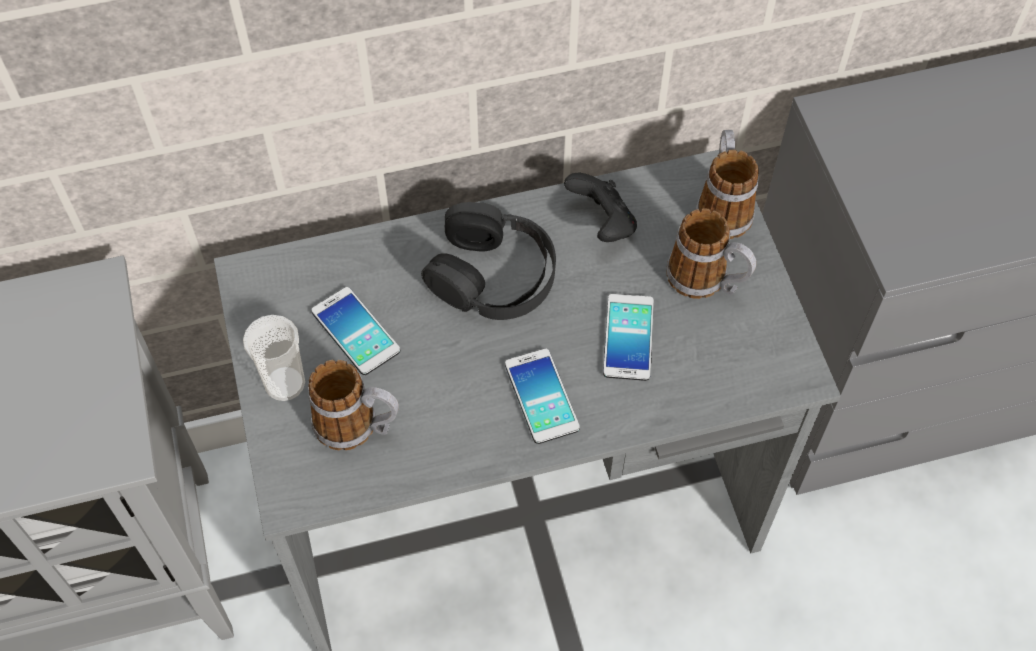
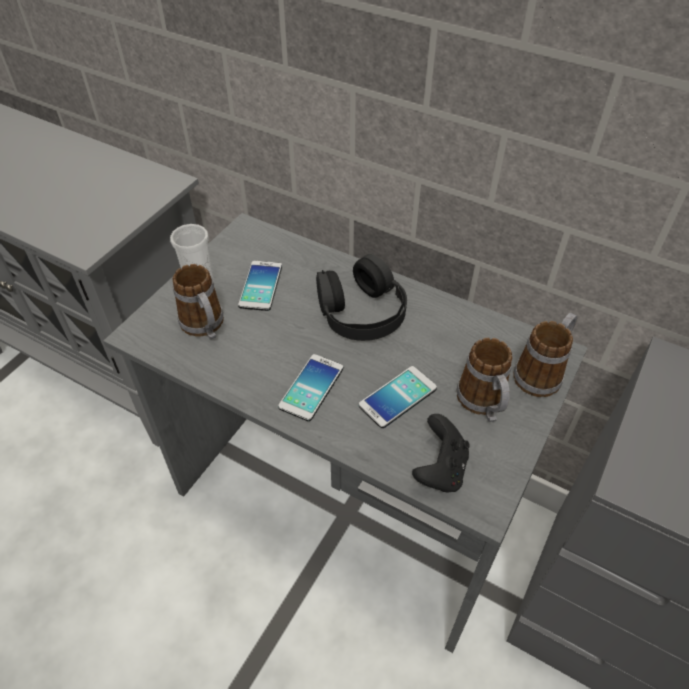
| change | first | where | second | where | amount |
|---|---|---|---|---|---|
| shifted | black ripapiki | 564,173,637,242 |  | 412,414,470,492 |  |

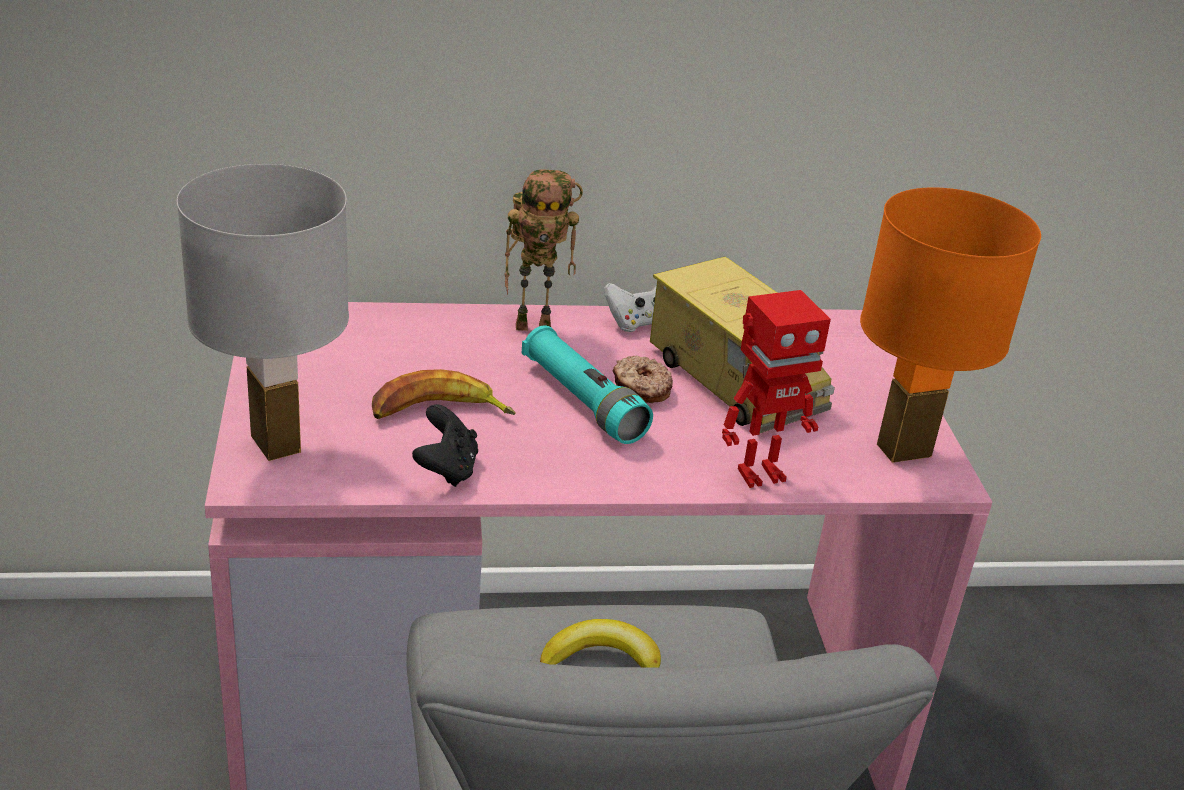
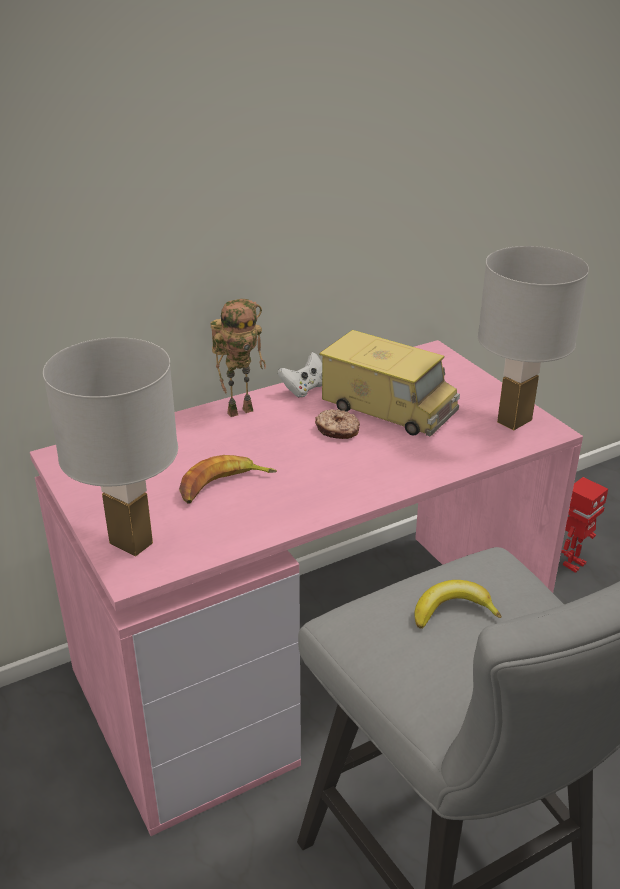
| change | first | where | second | where | amount |
|---|---|---|---|---|---|
| repainted | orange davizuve | 860,187,1041,463 | white davizuve | 478,246,589,430 |  |
| shifted | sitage | 722,290,831,488 |  | 561,477,608,573 |  |
| gone | black ripapiki | 412,404,478,487 |  |  |  |
| gone | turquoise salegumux | 522,326,653,444 |  |  |  |

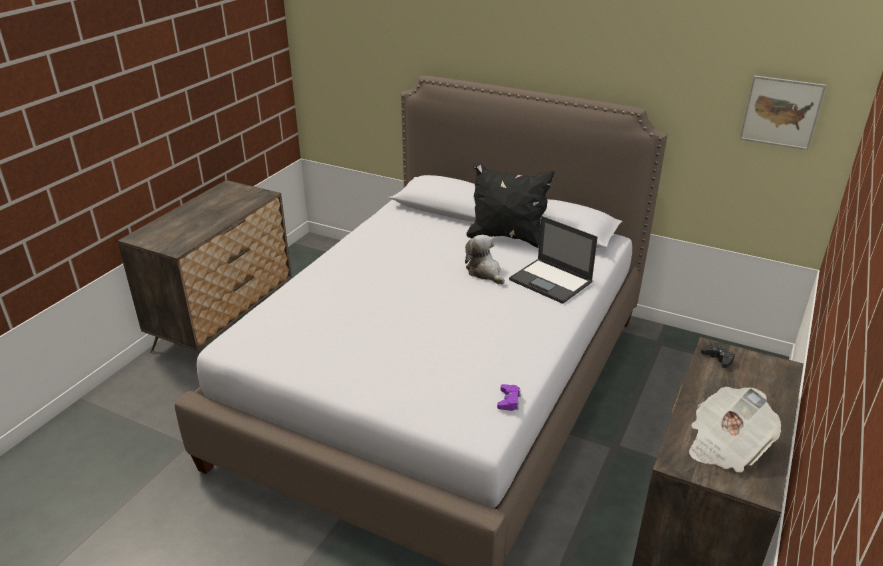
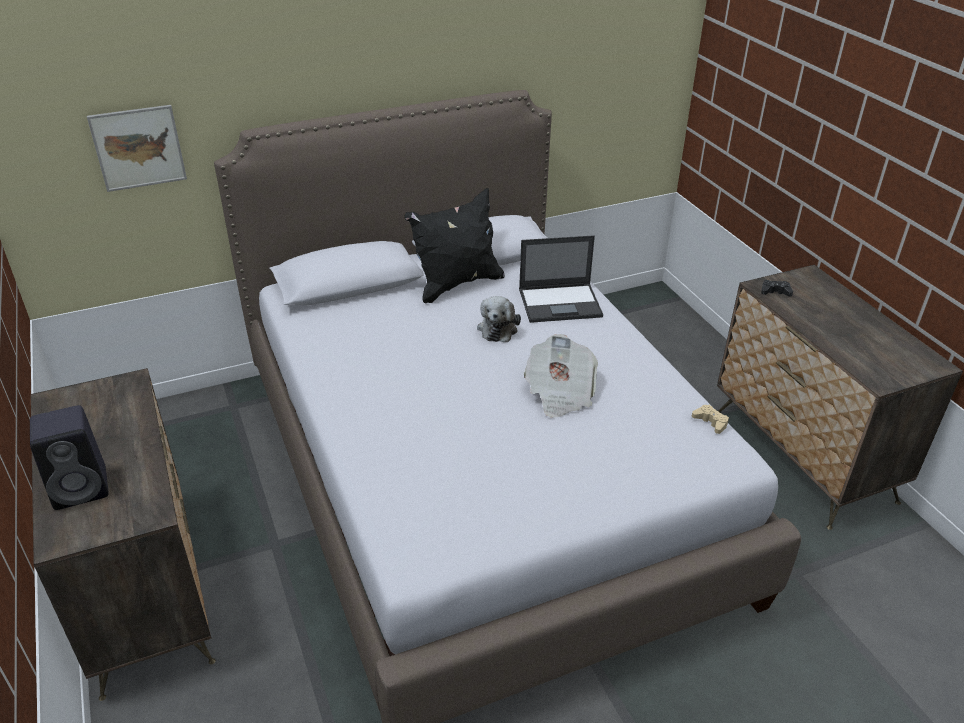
| change | first | where | second | where | amount |
|---|---|---|---|---|---|
| new |  |  | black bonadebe | 30,405,109,510 |  |
| shifted | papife | 740,75,826,150 |  | 87,105,187,192 |  |
| rotated | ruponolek | 465,235,505,285 |  | 477,296,521,342 | 90 degrees counterclockwise |
| shifted | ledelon | 689,387,781,473 |  | 524,334,598,418 |  |
| repainted | purple ripapiki | 497,384,520,411 | beige ripapiki | 692,405,729,434 |  |

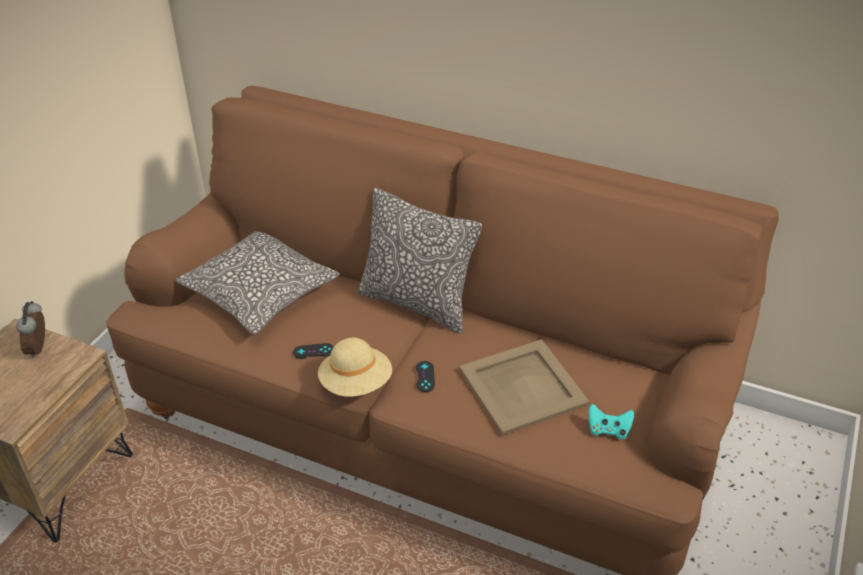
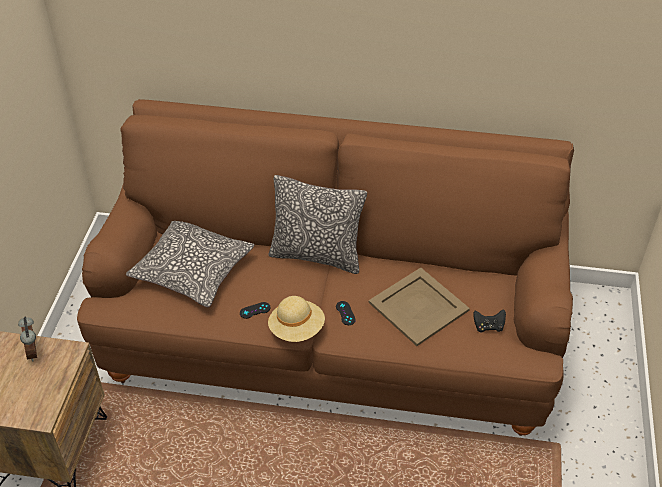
| change | first | where | second | where | amount |
|---|---|---|---|---|---|
| repainted | turquoise ripapiki | 589,404,634,439 | black ripapiki | 473,309,506,333 |  |

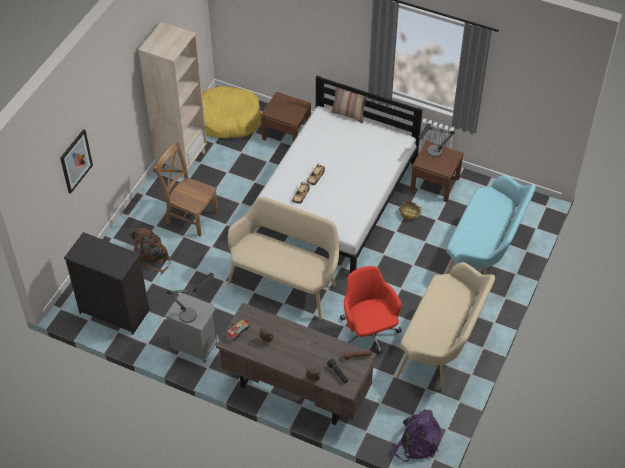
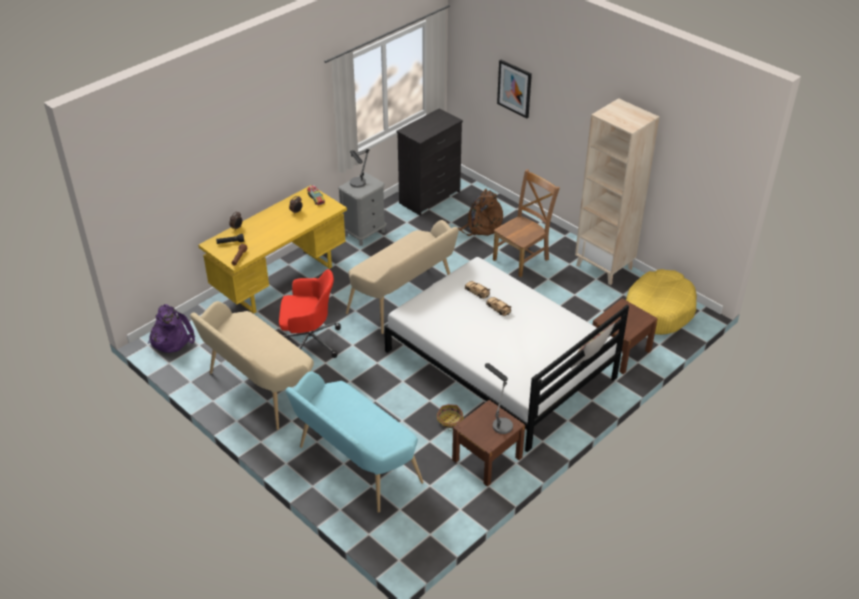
| change | first | where | second | where | amount |
|---|---|---|---|---|---|
| repainted | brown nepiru | 216,303,376,425 | yellow nepiru | 198,185,347,314 |  |

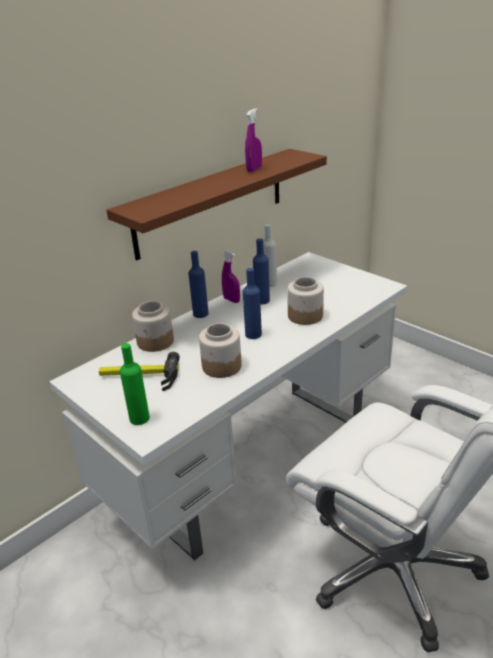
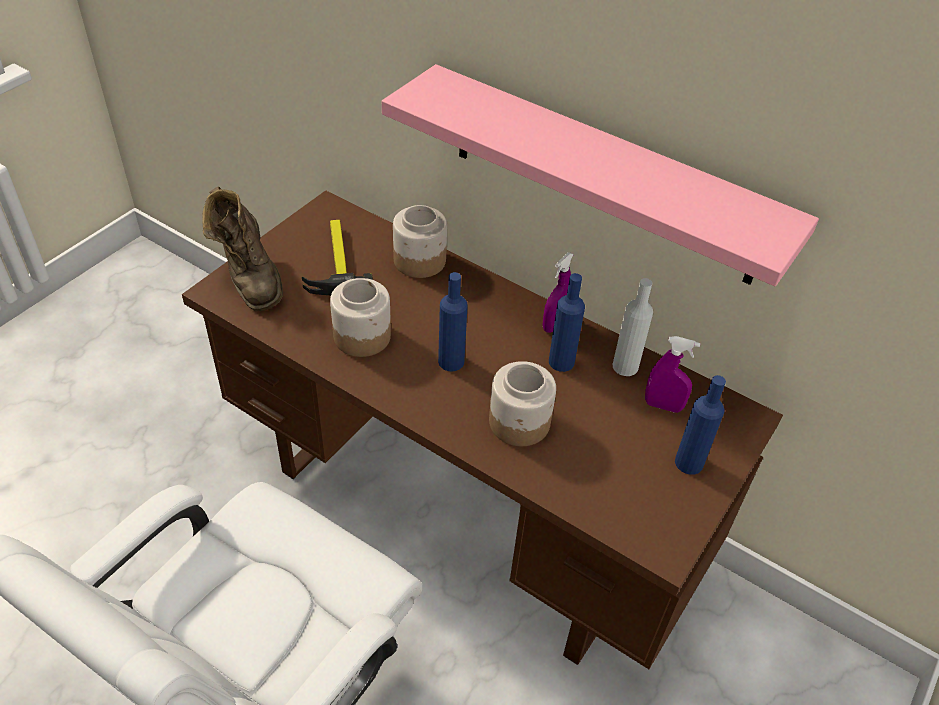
| change | first | where | second | where | amount |
|---|---|---|---|---|---|
| repainted | white nepiru | 49,252,407,561 | brown nepiru | 182,190,783,669 |  |
| swapped | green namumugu | 120,343,150,425 | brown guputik | 202,186,283,311 |  |
| repainted | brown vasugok | 107,149,327,260 | pink vasugok | 382,64,819,286 |  |
| shifted | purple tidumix | 245,108,262,172 |  | 645,336,701,413 |  |
| shifted | blue namumugu | 188,251,209,318 |  | 675,375,726,475 |  |

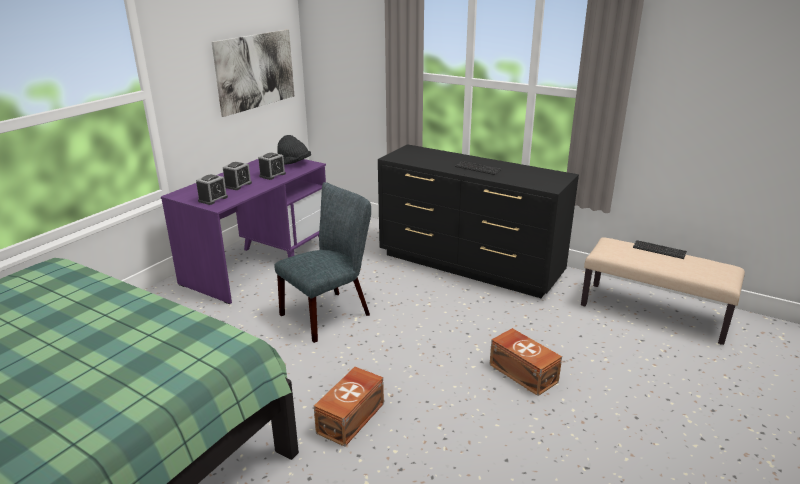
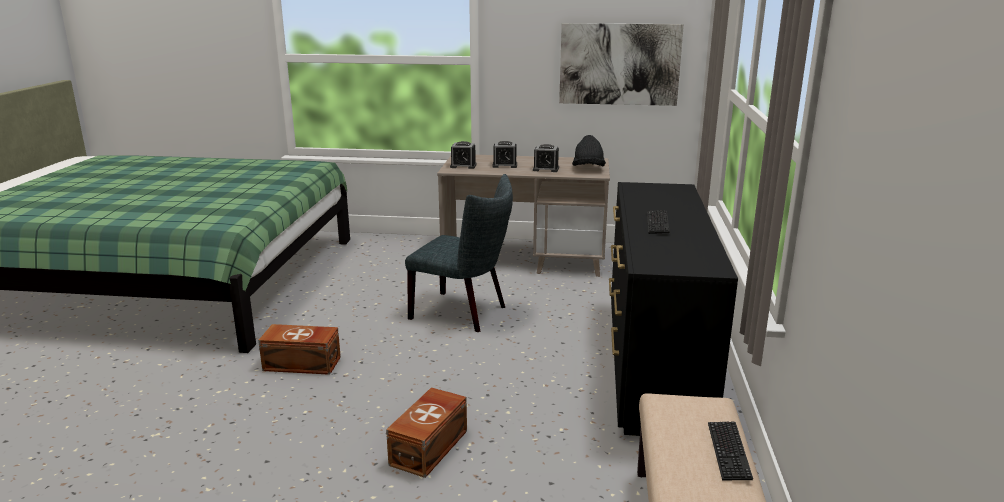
| change | first | where | second | where | amount |
|---|---|---|---|---|---|
| repainted | purple nepiru | 161,159,326,304 | beige nepiru | 437,155,610,277 |  |

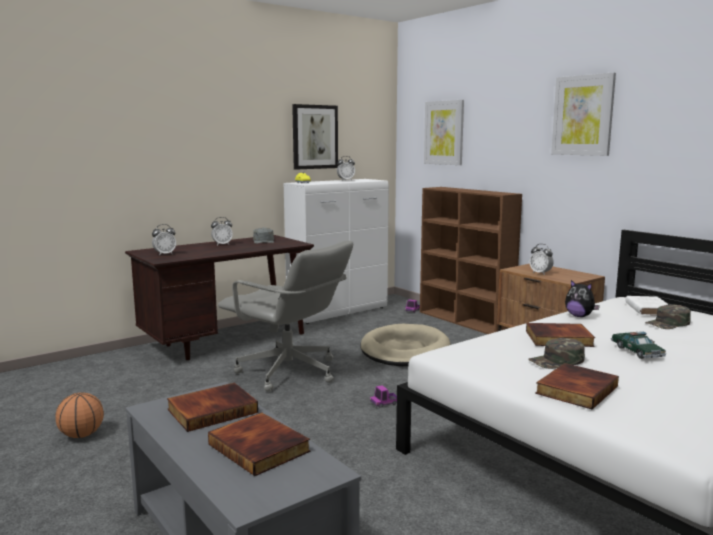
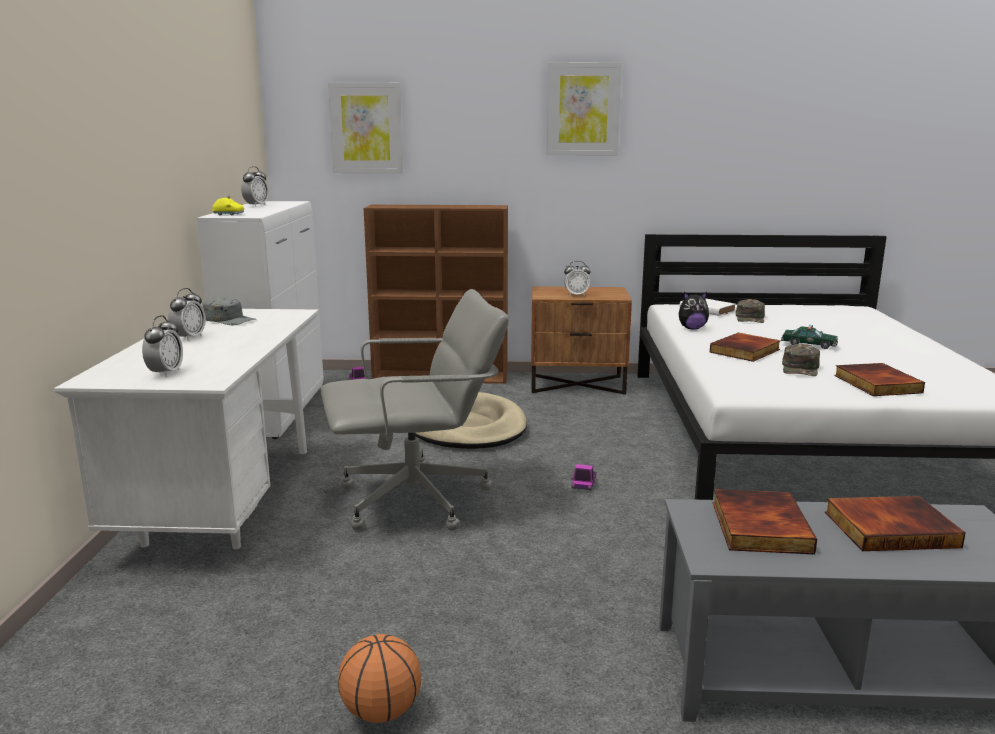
| change | first | where | second | where | amount |
|---|---|---|---|---|---|
| repainted | brown nepiru | 125,235,314,360 | white nepiru | 54,309,319,550 |  |
| gone | papife | 292,104,338,170 |  |  |  |

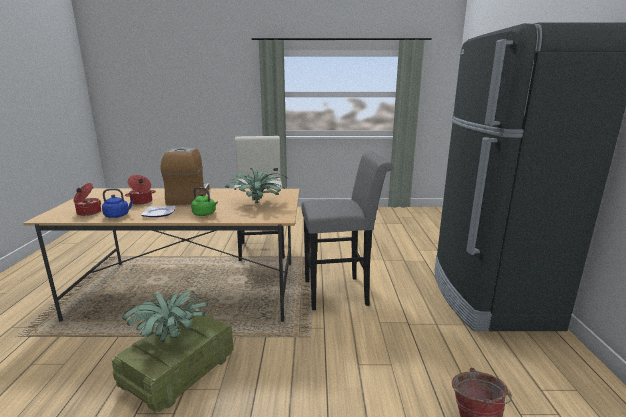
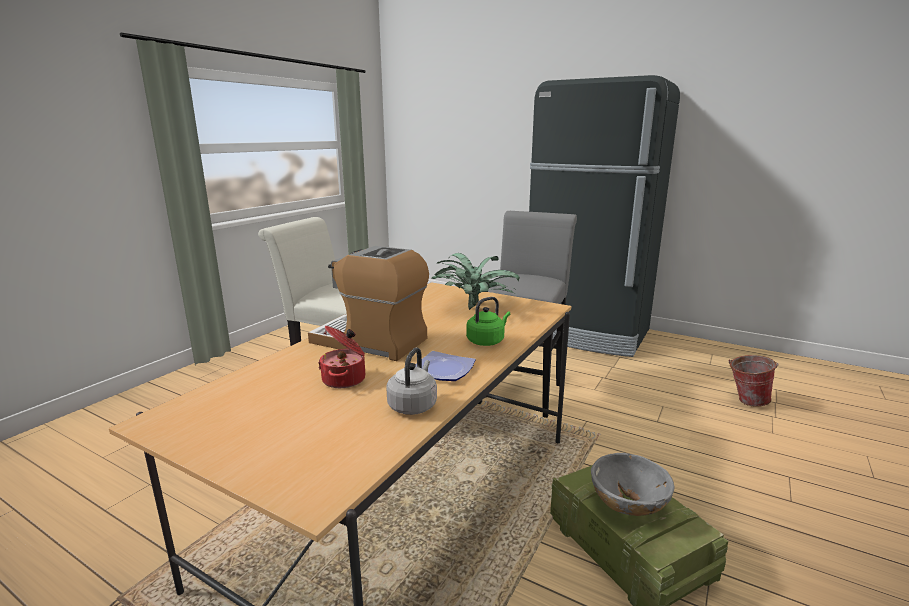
| change | first | where | second | where | amount |
|---|---|---|---|---|---|
| repainted | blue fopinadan | 102,188,134,218 | grey fopinadan | 386,347,437,415 |  |
| swapped | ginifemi | 122,291,208,342 | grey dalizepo | 591,453,675,516 |  |
| gone | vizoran | 73,183,101,216 |  |  |  |

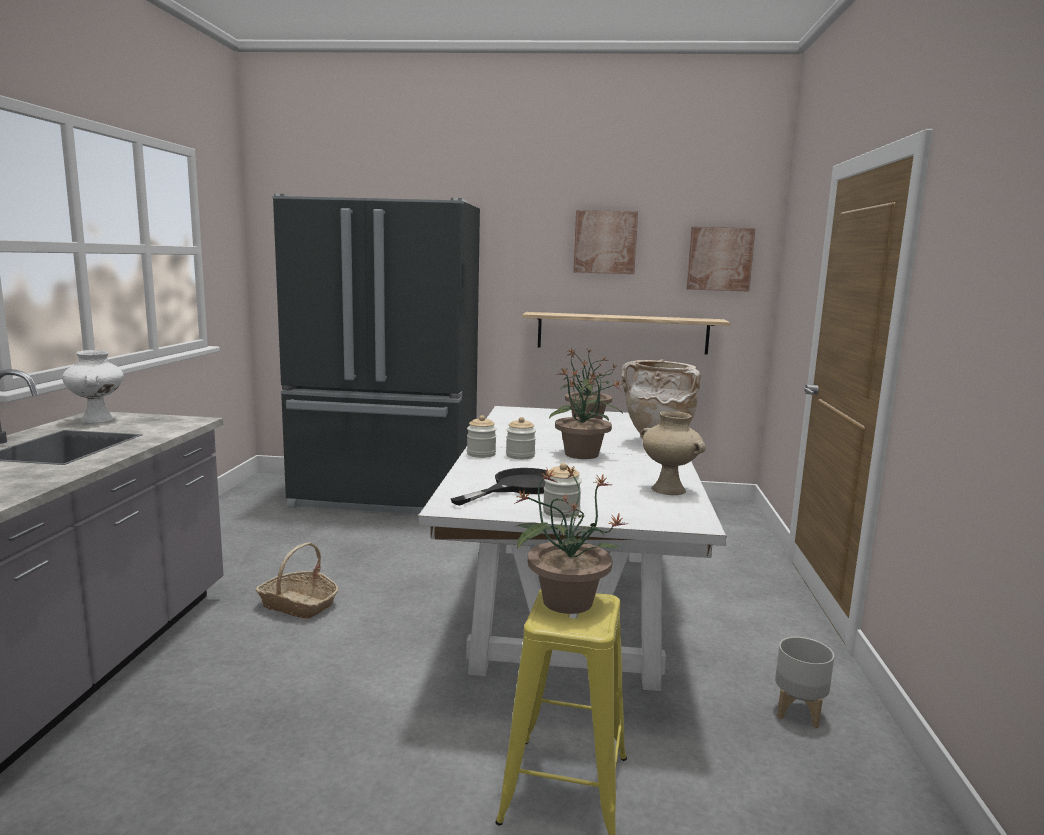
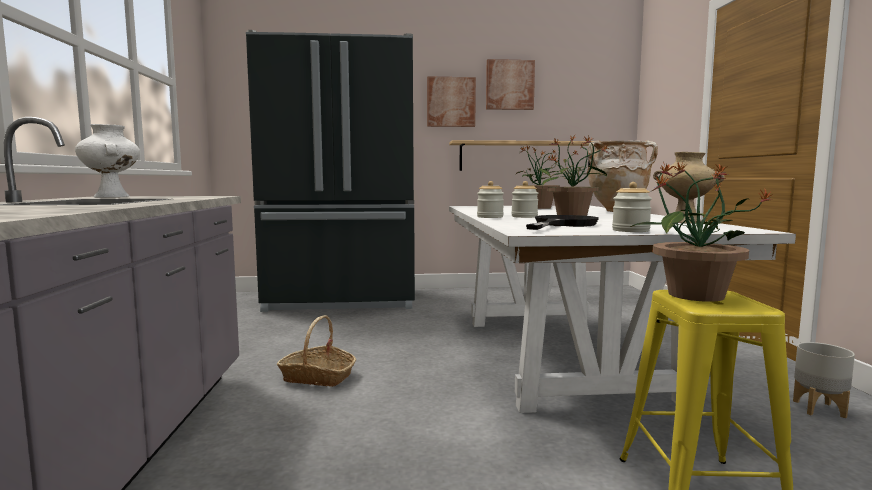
| change | first | where | second | where | amount |
|---|---|---|---|---|---|
| shifted | papife | 686,227,755,292 |  | 427,76,476,127 |  |

